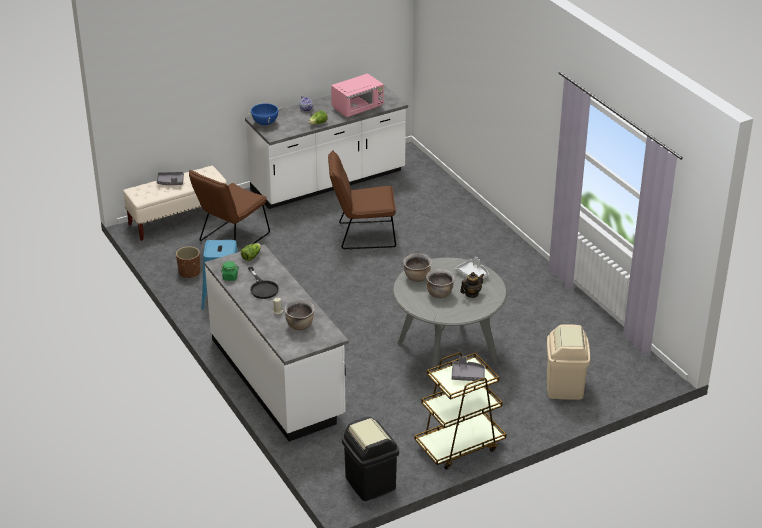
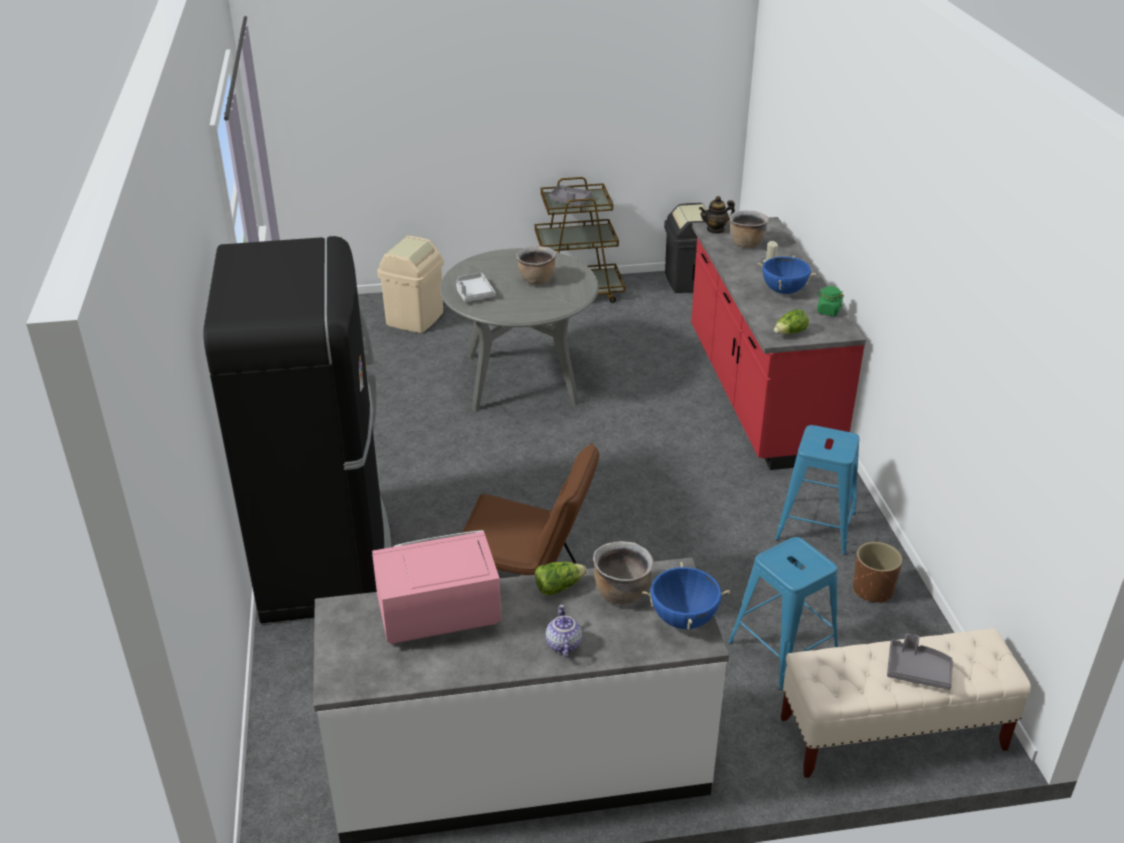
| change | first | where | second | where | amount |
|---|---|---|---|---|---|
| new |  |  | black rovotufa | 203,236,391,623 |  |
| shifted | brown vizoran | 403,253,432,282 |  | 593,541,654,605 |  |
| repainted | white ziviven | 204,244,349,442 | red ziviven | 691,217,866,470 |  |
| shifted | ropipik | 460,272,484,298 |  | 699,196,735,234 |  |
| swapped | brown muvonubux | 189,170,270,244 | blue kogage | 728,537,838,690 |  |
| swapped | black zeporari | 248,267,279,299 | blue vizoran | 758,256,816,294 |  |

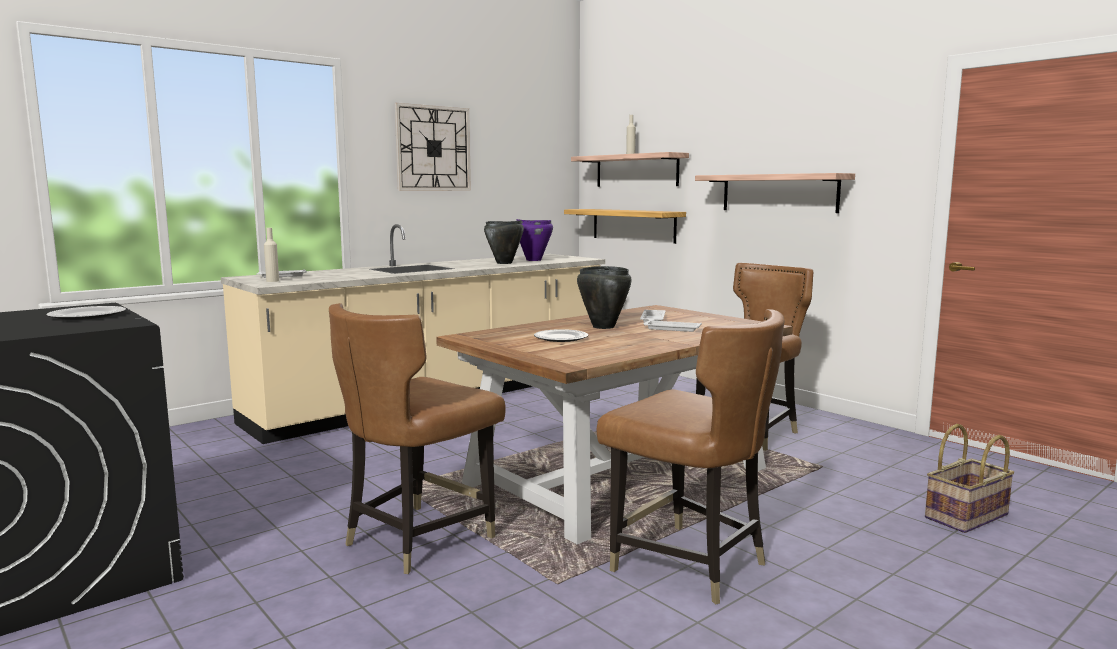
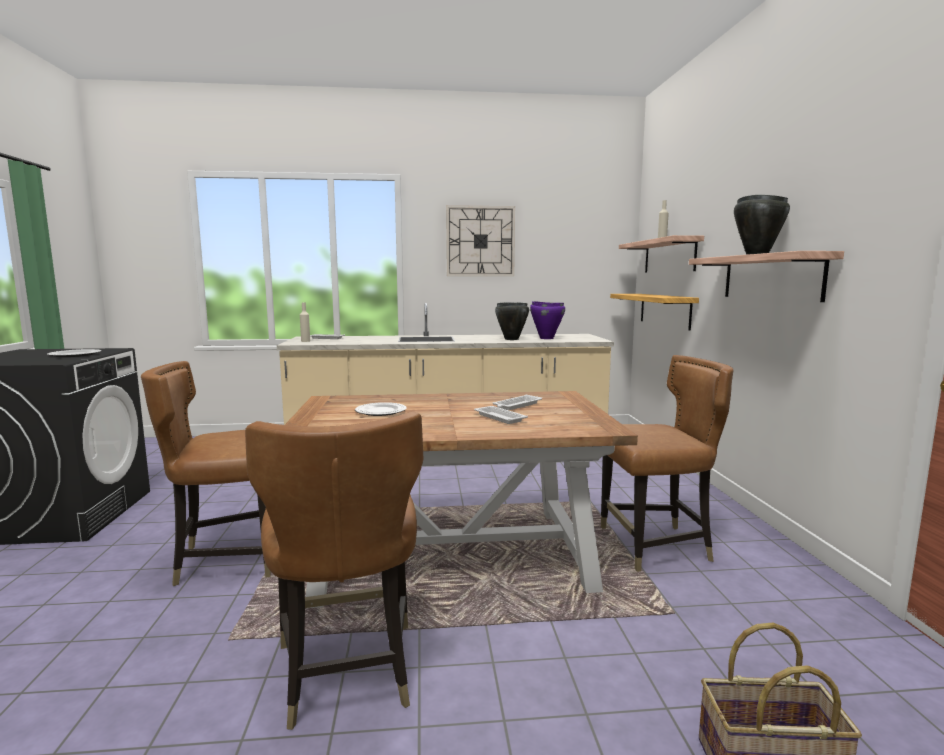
| change | first | where | second | where | amount |
|---|---|---|---|---|---|
| shifted | black vizoran | 577,266,632,329 |  | 734,195,790,255 |  |

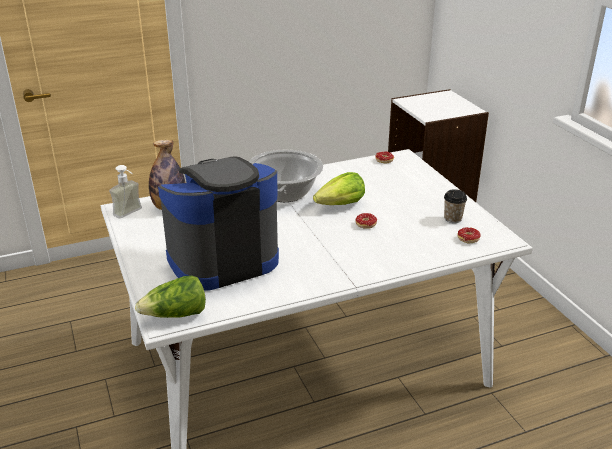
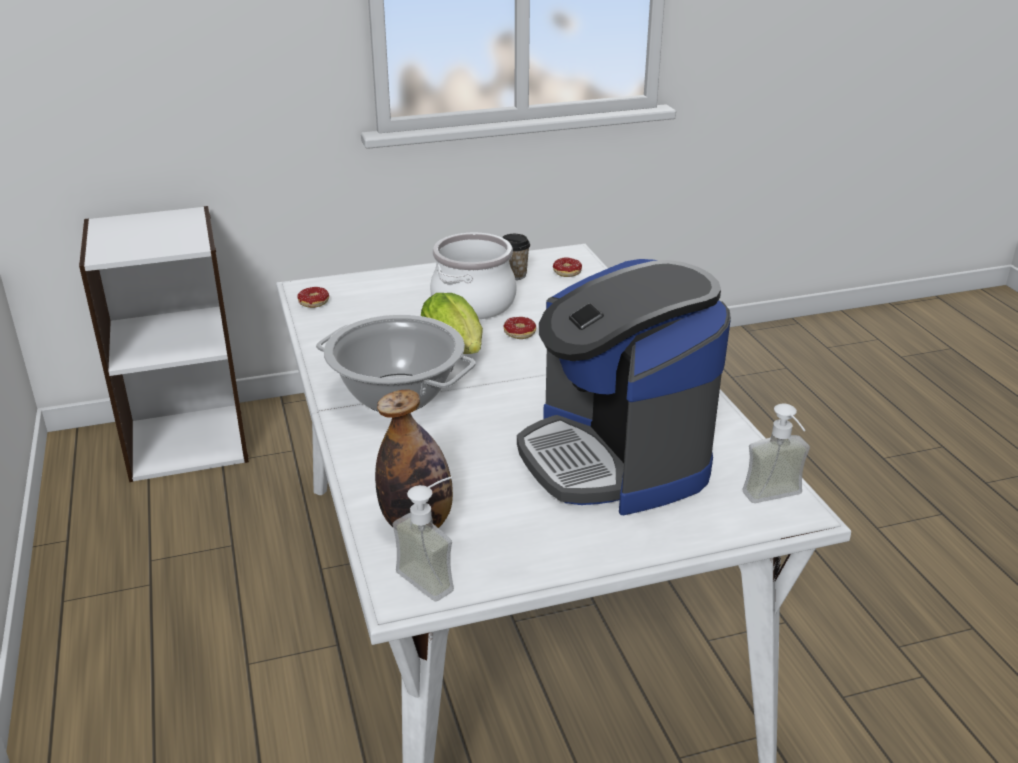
| change | first | where | second | where | amount |
|---|---|---|---|---|---|
| new |  |  | vizoran | 430,233,517,319 |  |
| swapped | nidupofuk | 135,275,206,318 | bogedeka | 743,403,810,503 |  |

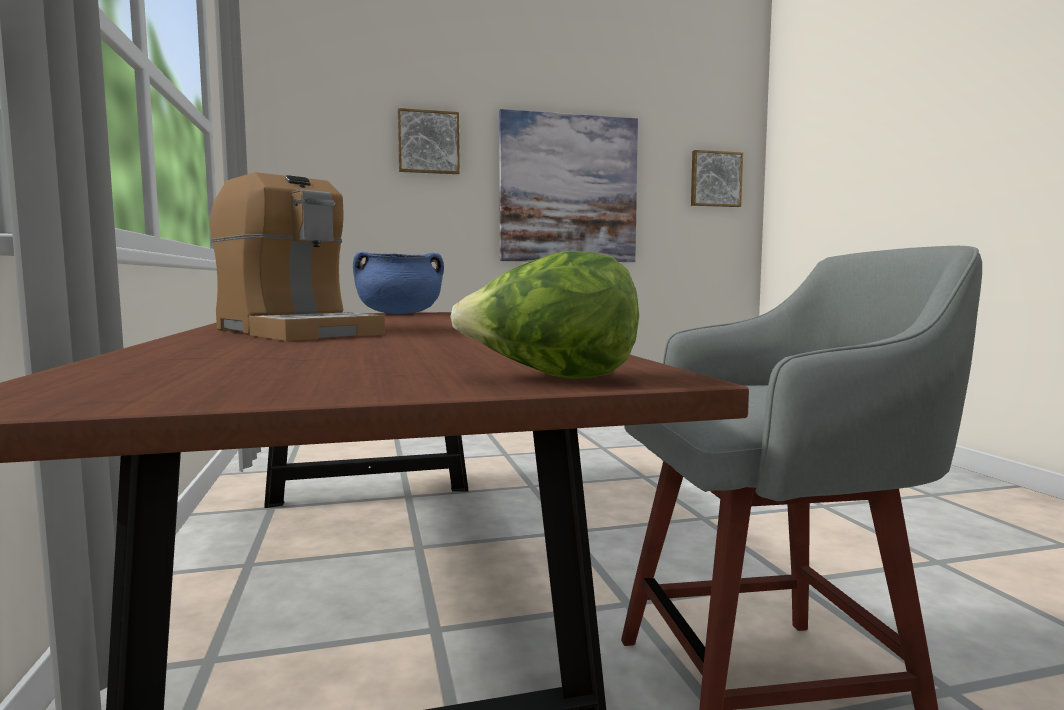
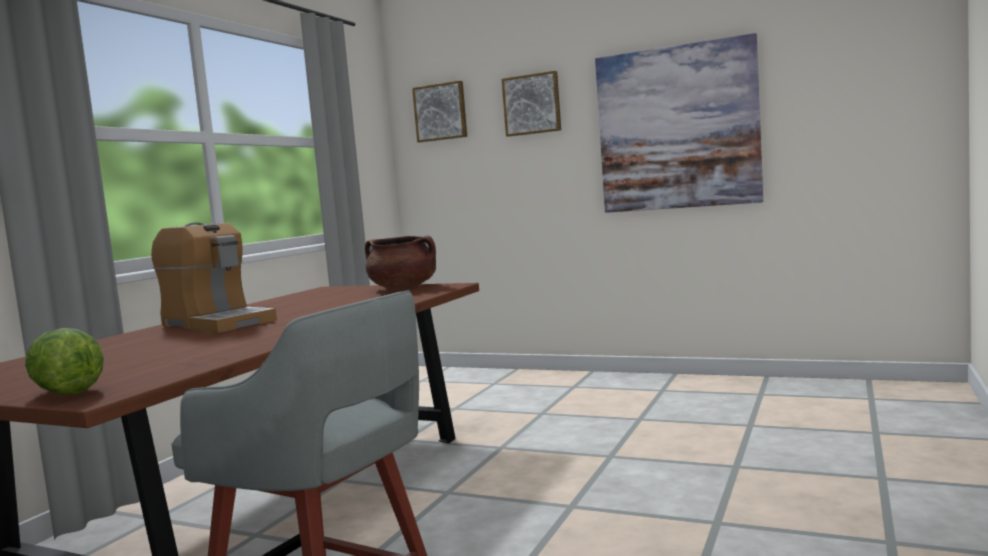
| change | first | where | second | where | amount |
|---|---|---|---|---|---|
| rotated | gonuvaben | 210,172,385,341 |  | 151,223,277,333 | 45 degrees counterclockwise |
| repainted | blue vizoran | 353,252,444,314 | brown vizoran | 365,235,436,289 |  |
| shifted | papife | 691,150,743,207 |  | 412,81,467,142 |  |

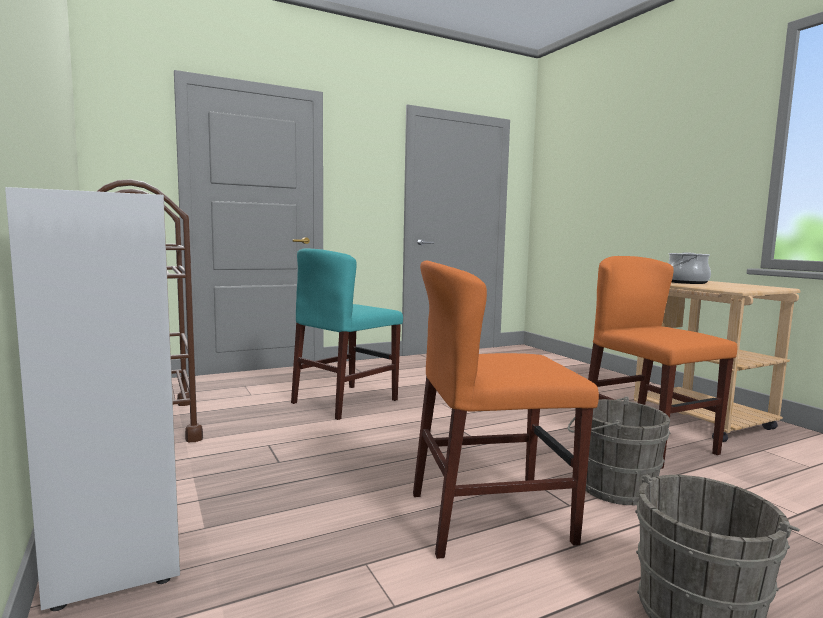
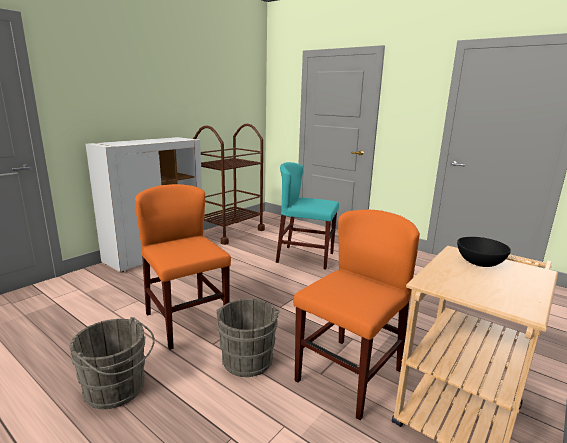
| change | first | where | second | where | amount |
|---|---|---|---|---|---|
| swapped | vizoran | 668,252,711,284 | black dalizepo | 457,237,511,267 |  |

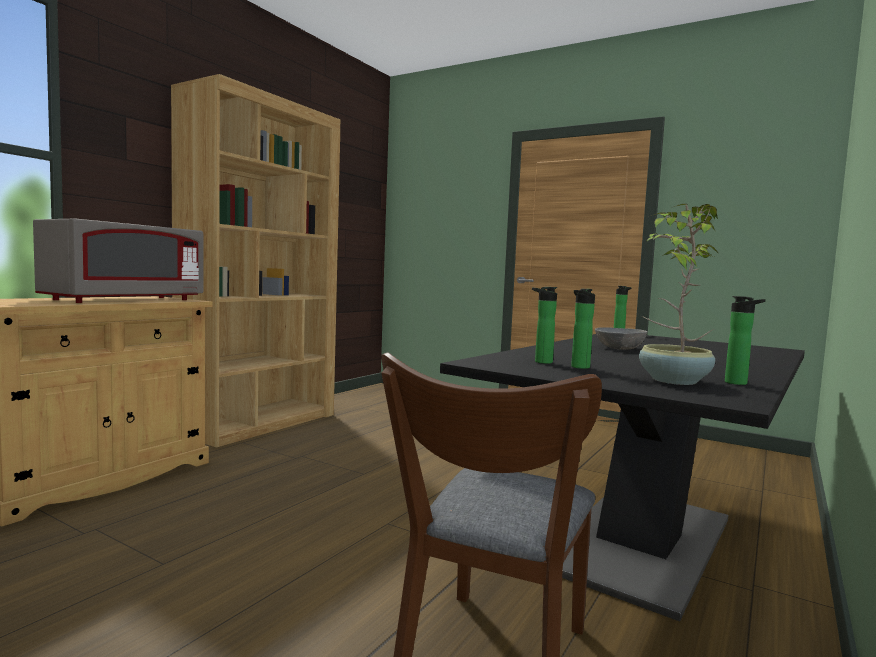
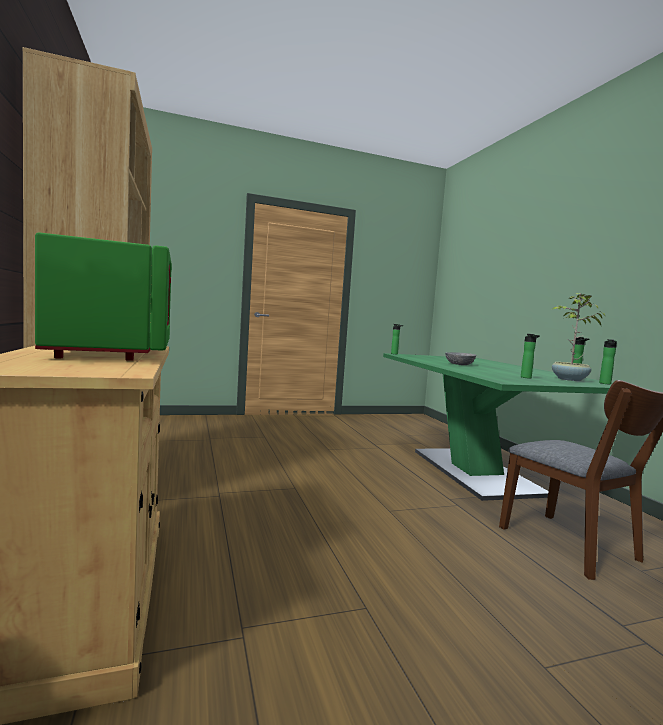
| change | first | where | second | where | amount |
|---|---|---|---|---|---|
| repainted | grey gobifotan | 33,218,203,303 | green gobifotan | 35,232,172,361 |  |
| repainted | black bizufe | 440,334,805,622 | green bizufe | 383,353,612,501 |  |
| shifted | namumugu | 532,287,557,364 |  | 599,339,617,384 |  |

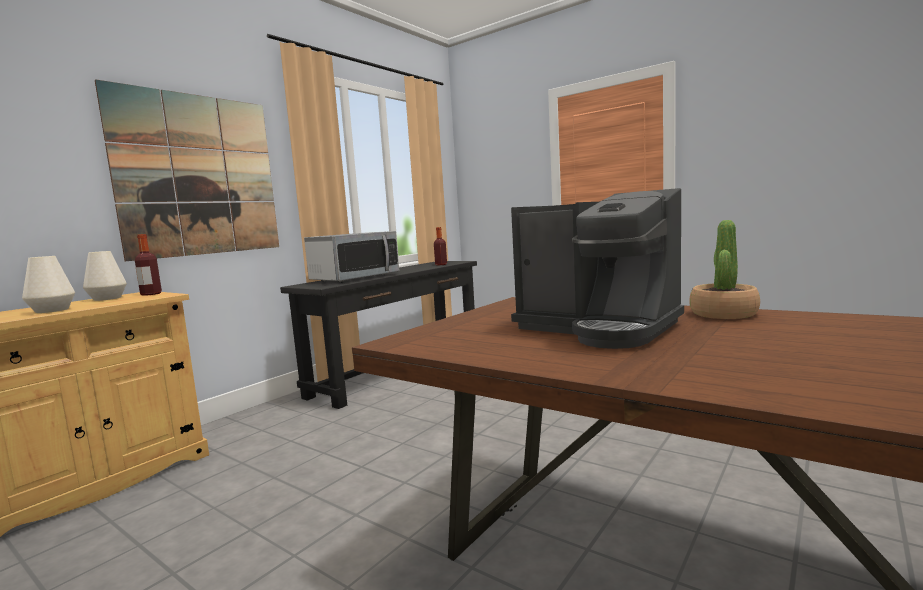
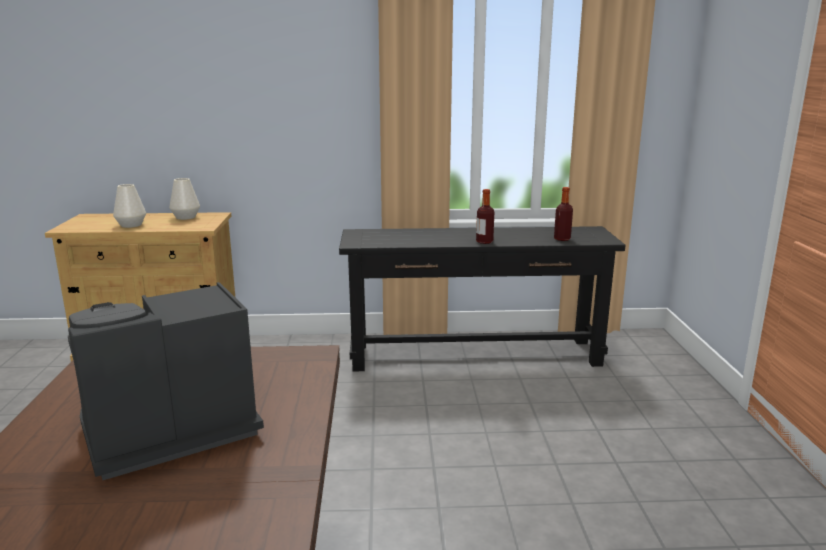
| change | first | where | second | where | amount |
|---|---|---|---|---|---|
| rotated | gonuvaben | 511,188,684,349 |  | 68,282,264,480 | 60 degrees clockwise |
| shifted | namumugu | 135,234,162,296 |  | 476,189,494,244 |  |
| gone | papife | 95,79,279,261 |  |  |  |
| gone | gobifotan | 304,231,399,283 |  |  |  |
| gone | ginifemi | 689,220,760,319 |  |  |  |

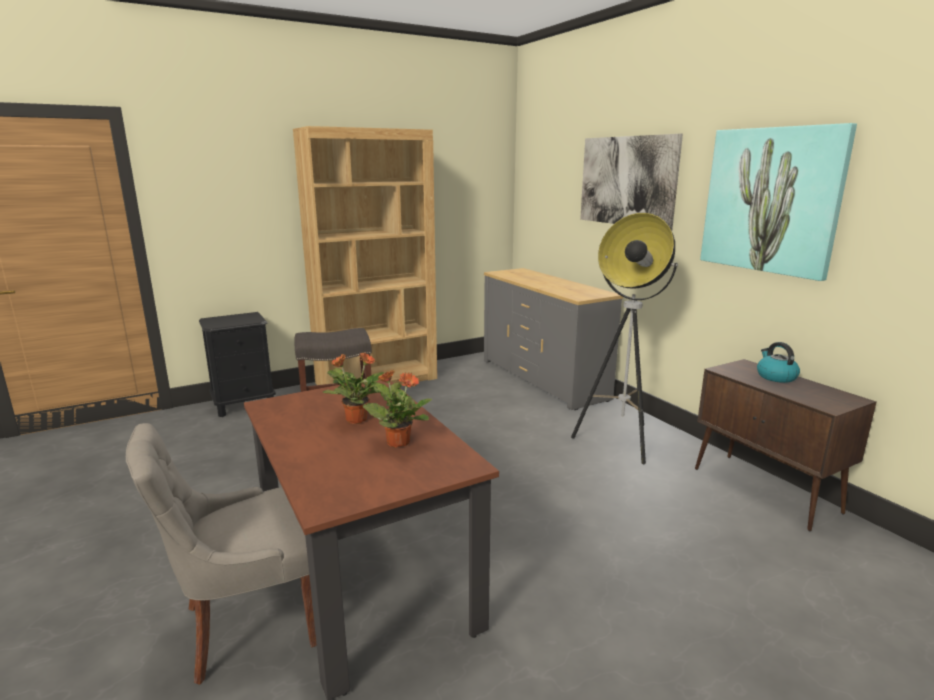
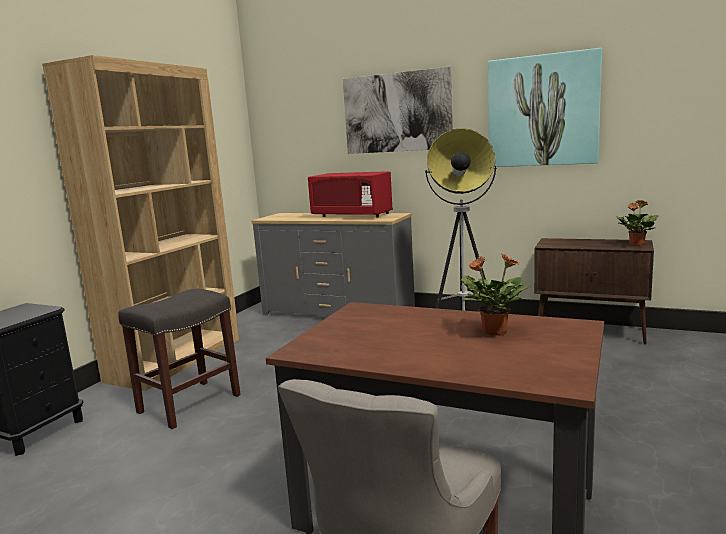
| change | first | where | second | where | amount |
|---|---|---|---|---|---|
| new |  |  | red gobifotan | 308,171,393,217 |  |
| shifted | ginifemi | 322,352,384,424 |  | 616,200,659,246 |  |
| gone | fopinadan | 757,342,800,383 |  |  |  |

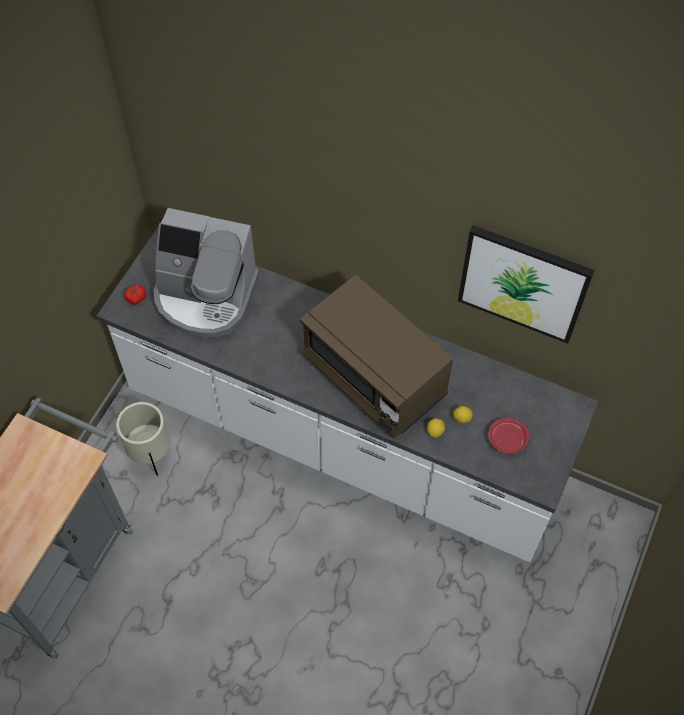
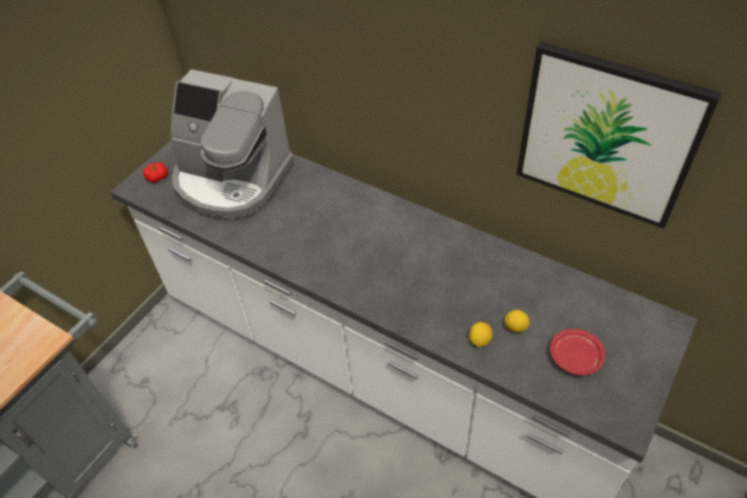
| change | first | where | second | where | amount |
|---|---|---|---|---|---|
| gone | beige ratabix | 116,402,170,476 |  |  |  |
| gone | brown gobifotan | 300,275,453,439 |  |  |  |

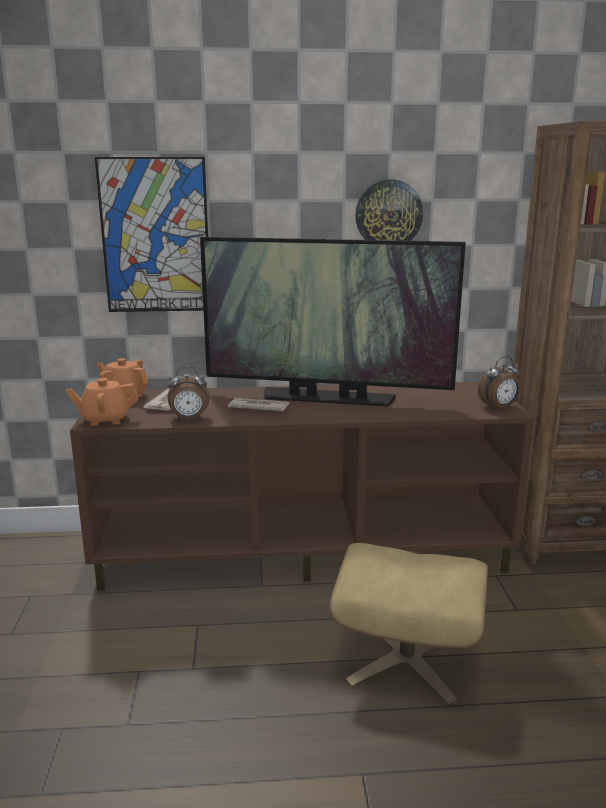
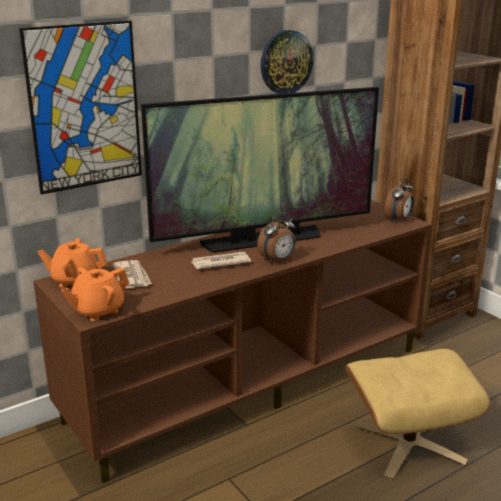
| change | first | where | second | where | amount |
|---|---|---|---|---|---|
| shifted | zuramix | 168,366,210,421 |  | 257,213,296,263 |  |

